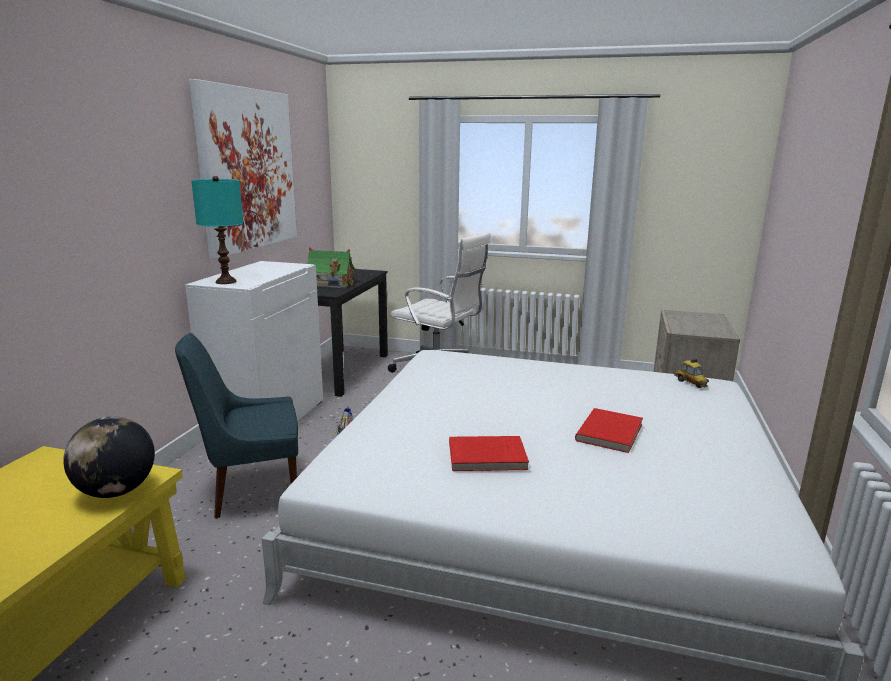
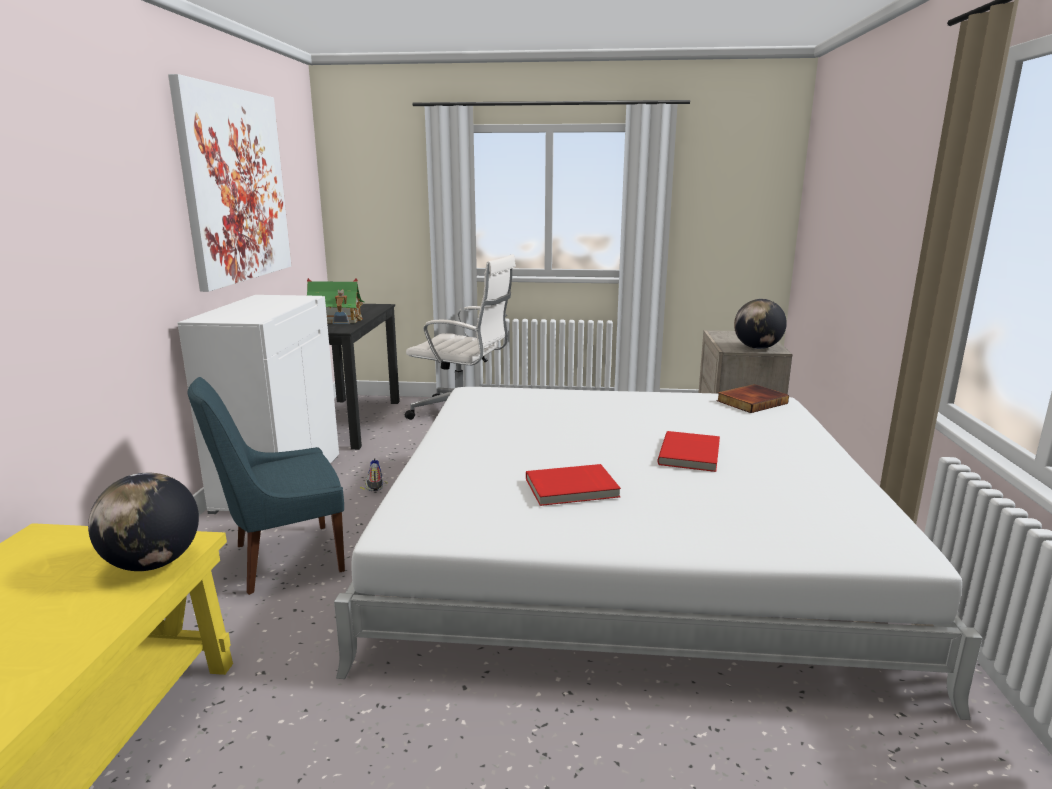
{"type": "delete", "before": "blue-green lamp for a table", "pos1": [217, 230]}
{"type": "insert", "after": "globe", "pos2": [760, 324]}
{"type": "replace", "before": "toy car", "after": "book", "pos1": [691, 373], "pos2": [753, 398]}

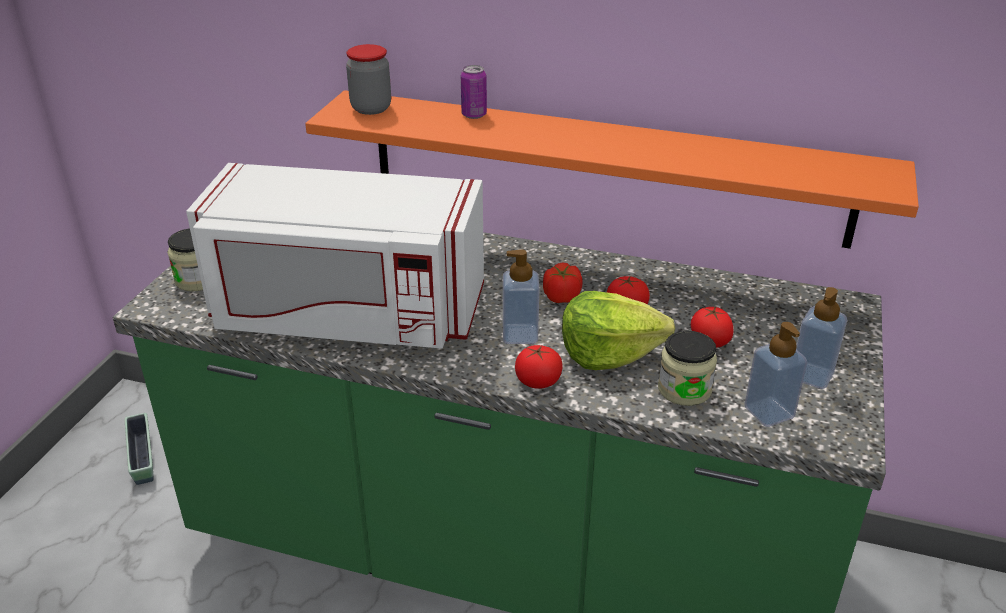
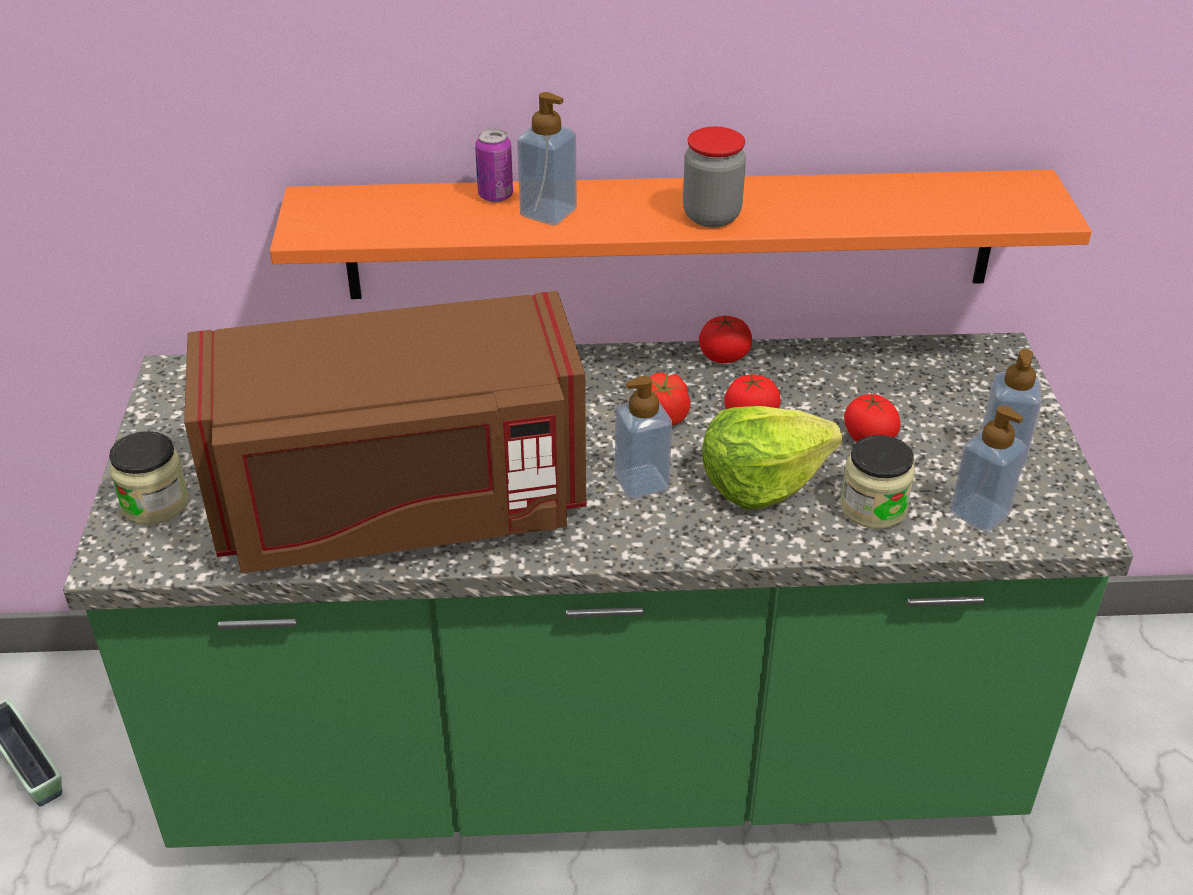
{"type": "insert", "after": "soap bottle", "pos2": [547, 158]}
{"type": "move", "before": "jar", "pos1": [368, 79], "pos2": [714, 176]}
{"type": "move", "before": "fresh tomato", "pos1": [539, 367], "pos2": [725, 339]}
{"type": "recolor", "before": "white microwave oven", "after": "brown microwave oven", "pos1": [335, 256], "pos2": [385, 432]}

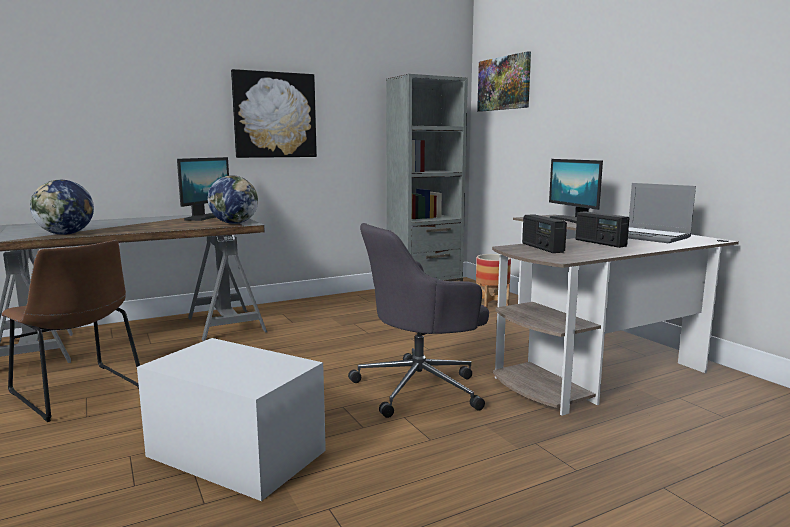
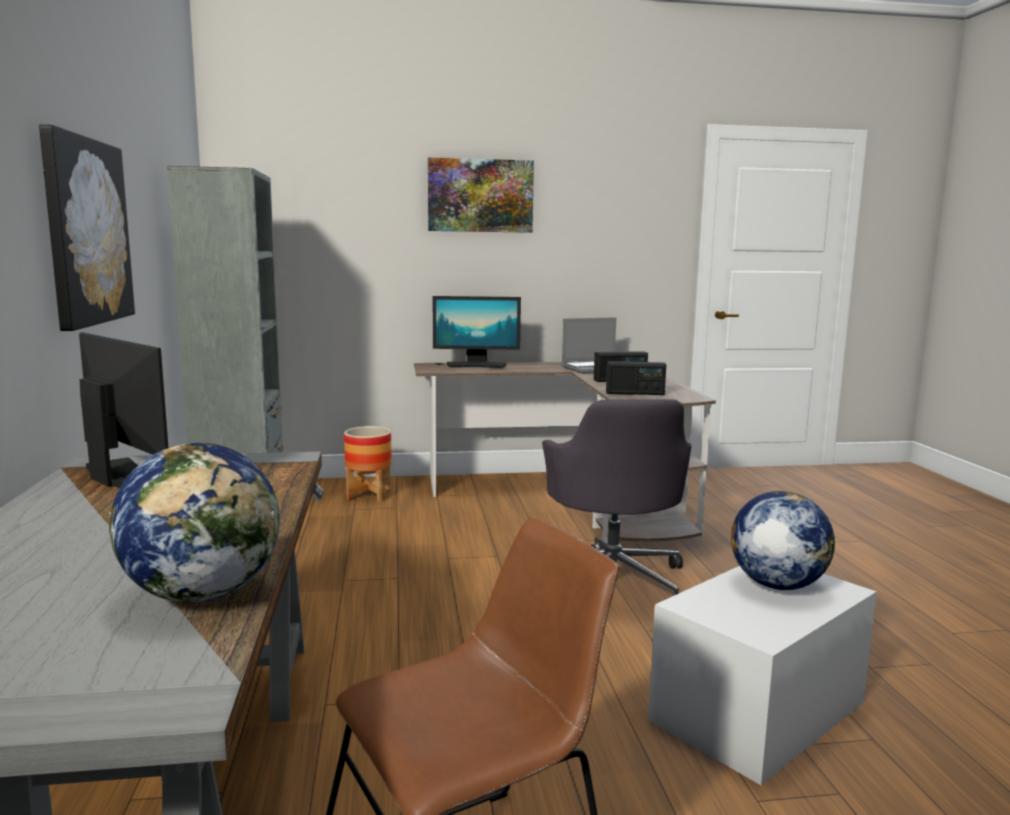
{"type": "move", "before": "globe", "pos1": [233, 199], "pos2": [783, 540]}
{"type": "move", "before": "wall art", "pos1": [504, 81], "pos2": [481, 195]}

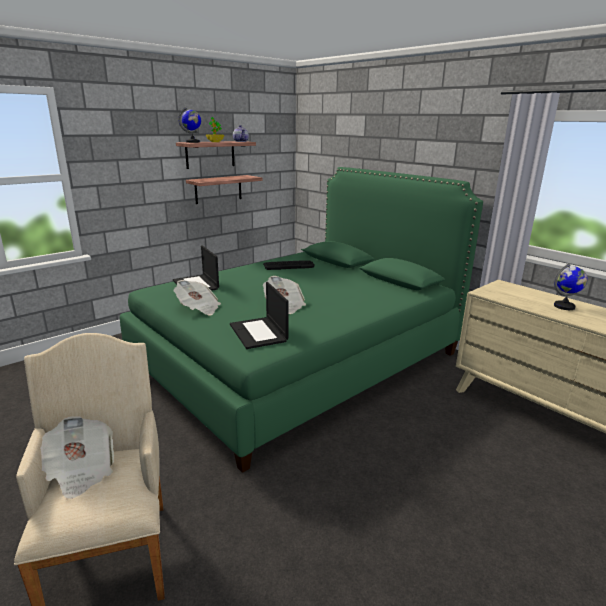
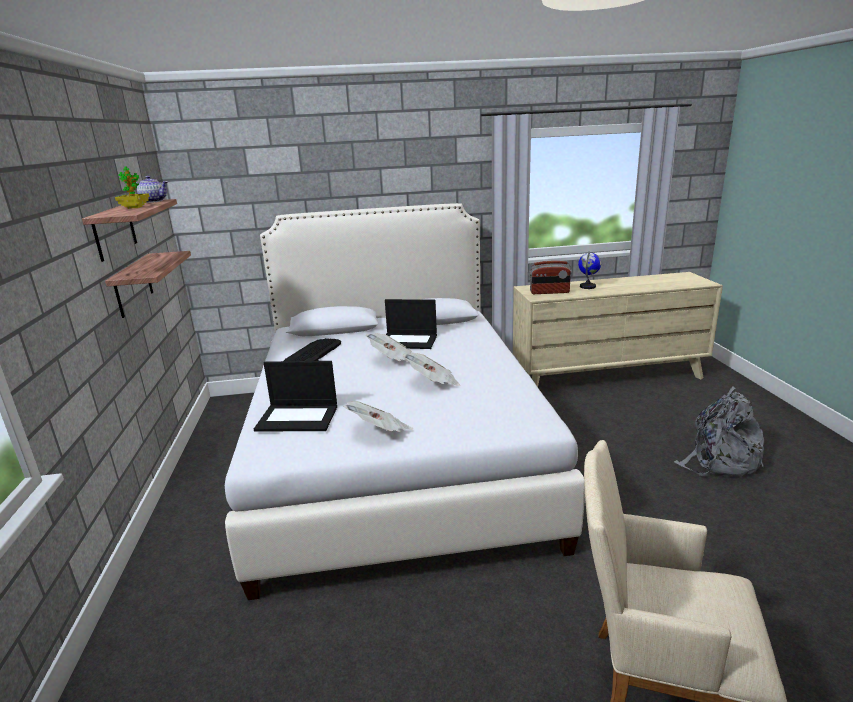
{"type": "delete", "before": "globe", "pos1": [189, 125]}
{"type": "insert", "after": "radio", "pos2": [550, 277]}
{"type": "insert", "after": "gray rucksack", "pos2": [719, 431]}
{"type": "move", "before": "newspaper", "pos1": [77, 457], "pos2": [389, 348]}
{"type": "move", "before": "portable computer", "pos1": [259, 315], "pos2": [411, 324]}
{"type": "recolor", "before": "green bed", "after": "white bed", "pos1": [301, 320], "pos2": [405, 401]}

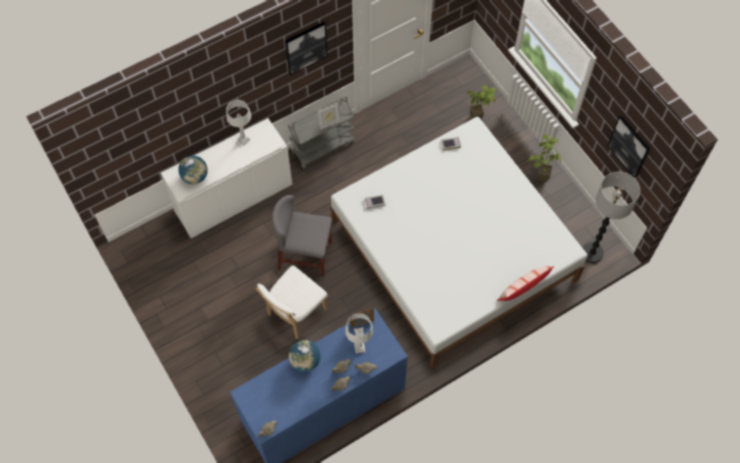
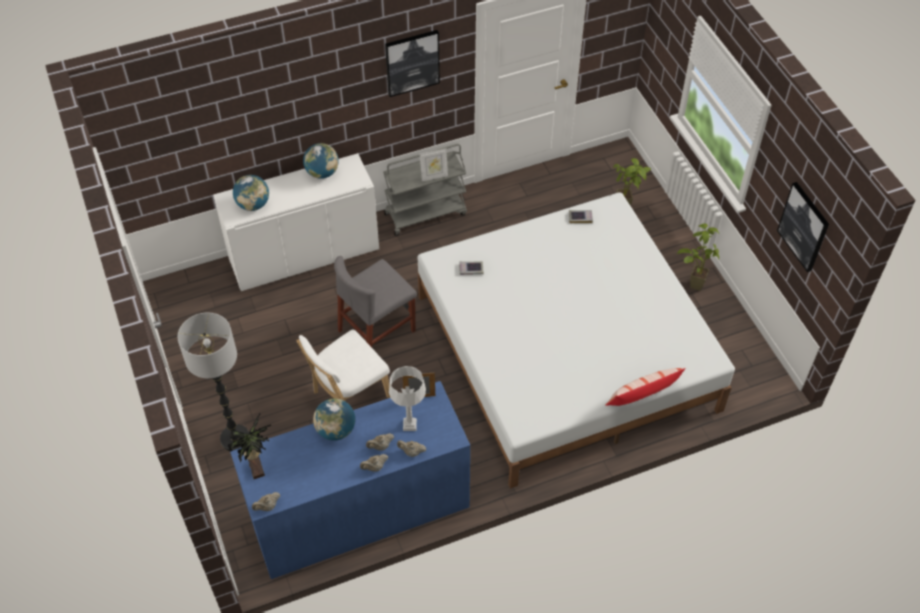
{"type": "insert", "after": "houseplant", "pos2": [250, 446]}
{"type": "move", "before": "standing lamp", "pos1": [611, 217], "pos2": [213, 382]}
{"type": "replace", "before": "gray lamp for a table", "after": "globe", "pos1": [238, 122], "pos2": [321, 161]}
{"type": "rotate", "before": "gray chair", "pos1": [302, 235], "pos2": [375, 301], "turn": -60}

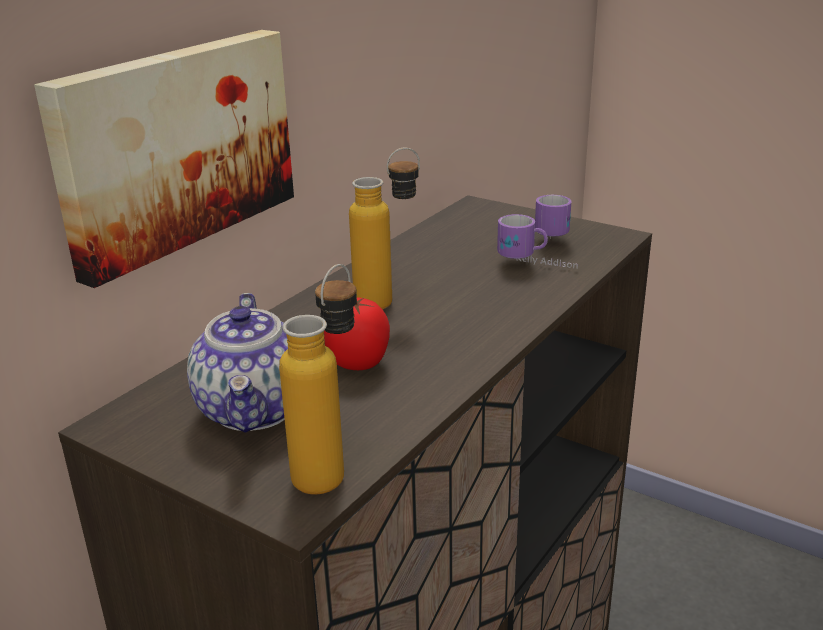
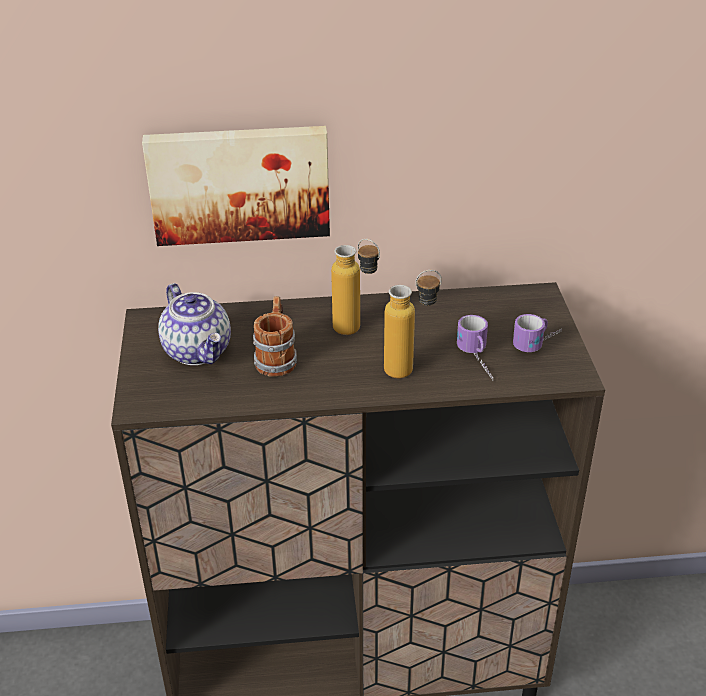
{"type": "move", "before": "drink bottle", "pos1": [318, 379], "pos2": [413, 324]}
{"type": "replace", "before": "fresh tomato", "after": "mug", "pos1": [357, 333], "pos2": [275, 336]}
{"type": "rotate", "before": "pot for tea", "pos1": [237, 363], "pos2": [194, 324], "turn": -75}

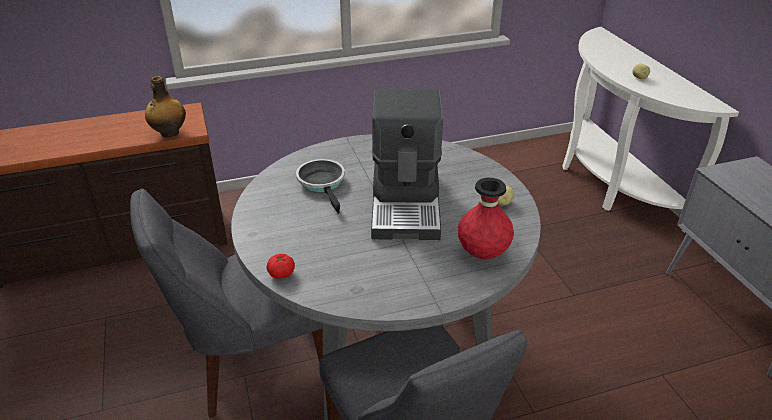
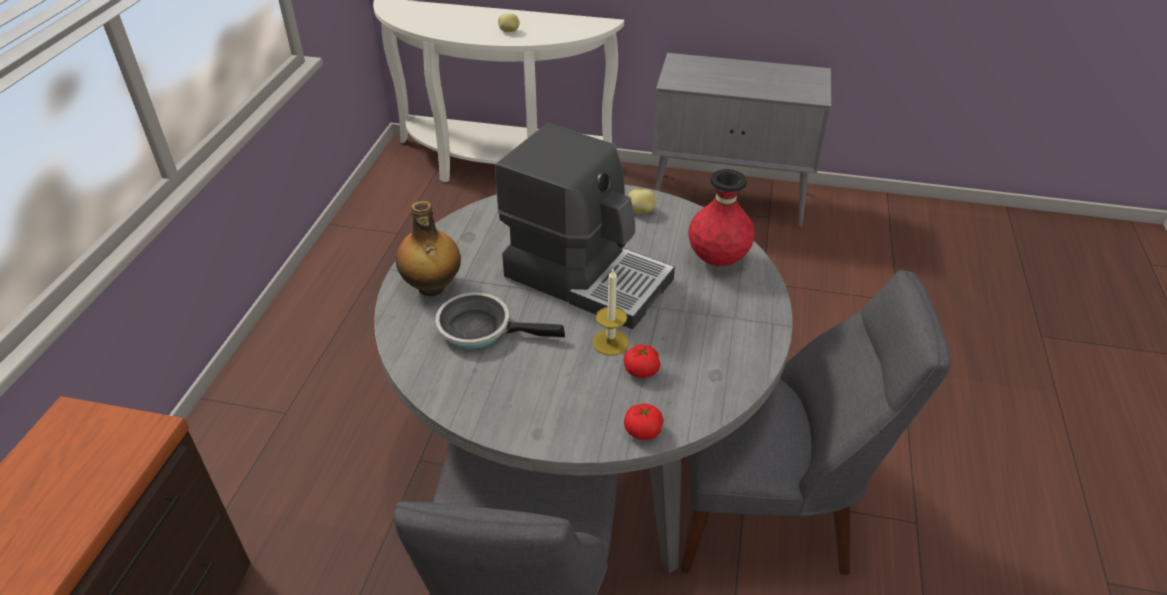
{"type": "insert", "after": "wax light", "pos2": [611, 312]}
{"type": "insert", "after": "fresh tomato", "pos2": [642, 361]}
{"type": "move", "before": "drink bottle", "pos1": [165, 106], "pos2": [428, 248]}

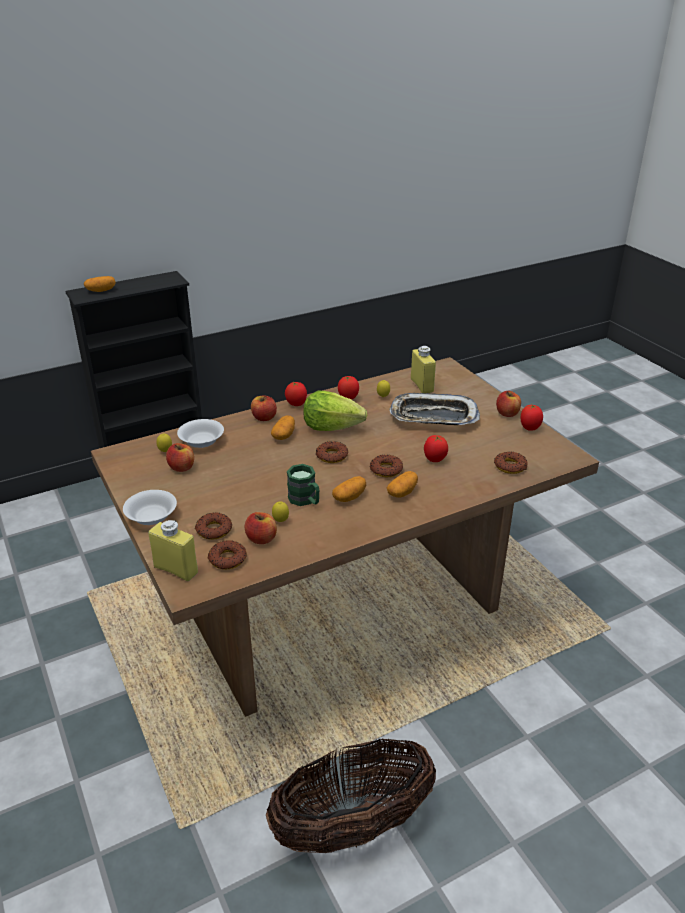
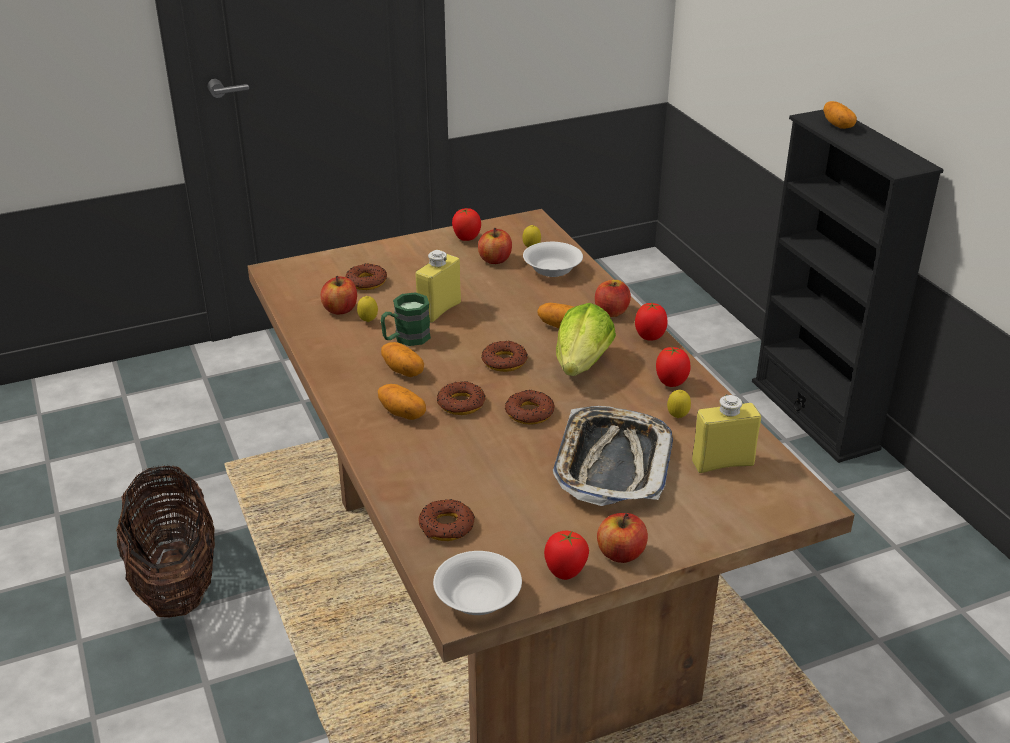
{"type": "move", "before": "white bowl", "pos1": [150, 507], "pos2": [477, 583]}
{"type": "move", "before": "yellow drink bottle", "pos1": [173, 550], "pos2": [438, 286]}
{"type": "move", "before": "donut", "pos1": [227, 554], "pos2": [530, 407]}
{"type": "move", "before": "fresh tomato", "pos1": [436, 448], "pos2": [466, 224]}

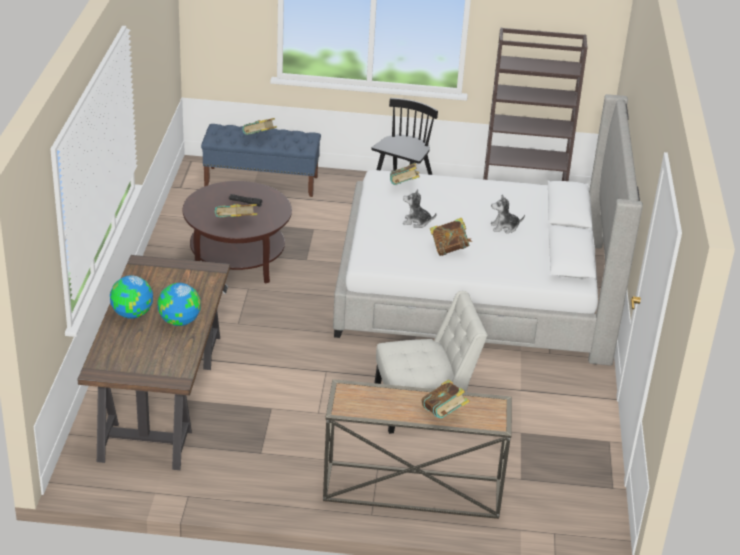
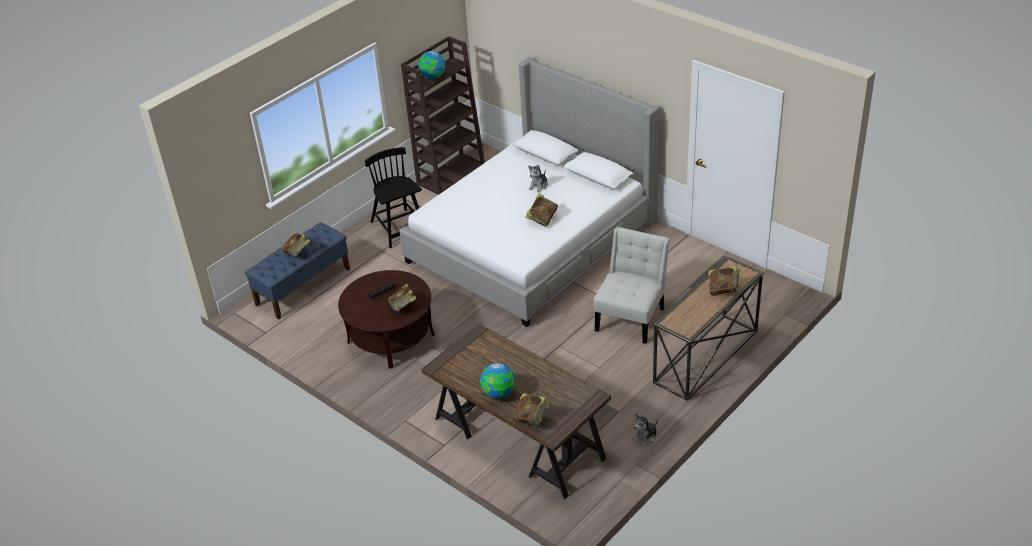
{"type": "move", "before": "globe", "pos1": [179, 304], "pos2": [432, 65]}
{"type": "move", "before": "book", "pos1": [404, 174], "pos2": [532, 409]}
{"type": "move", "before": "plush toy", "pos1": [420, 208], "pos2": [645, 430]}

